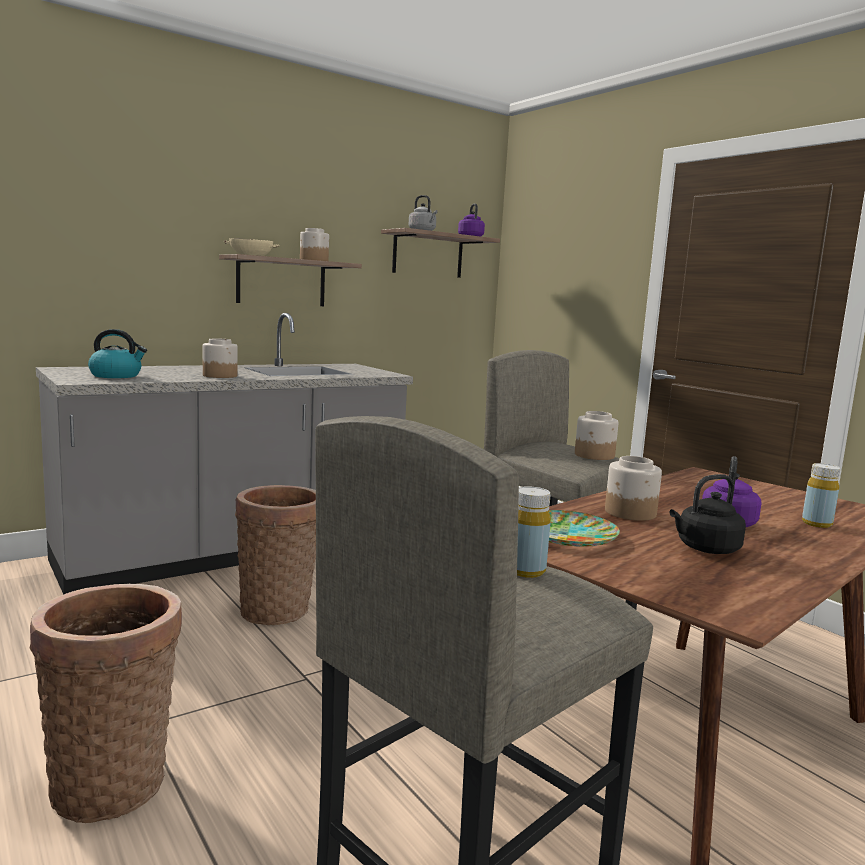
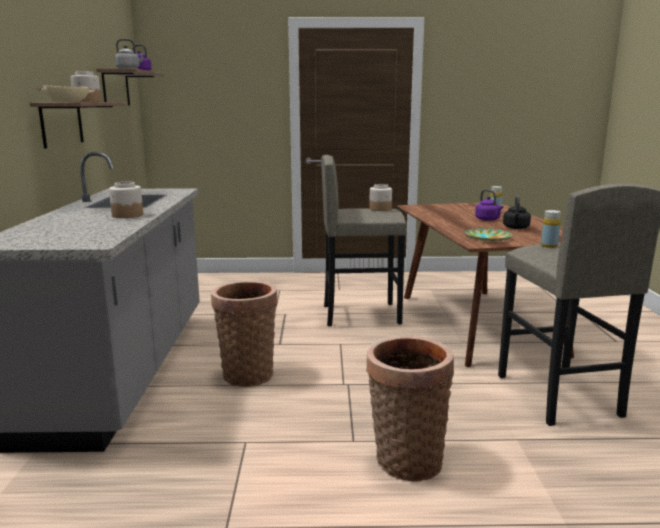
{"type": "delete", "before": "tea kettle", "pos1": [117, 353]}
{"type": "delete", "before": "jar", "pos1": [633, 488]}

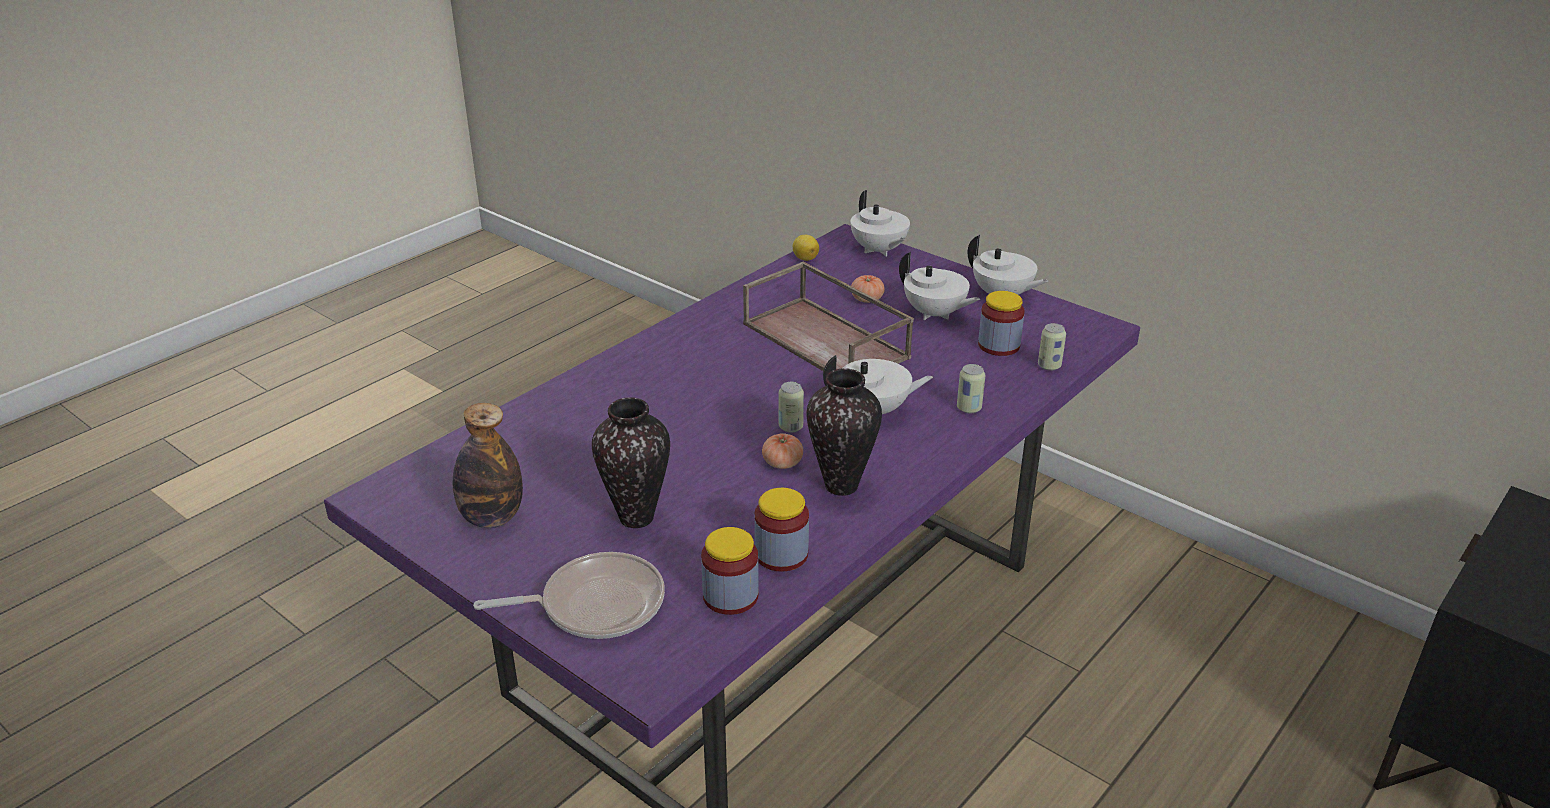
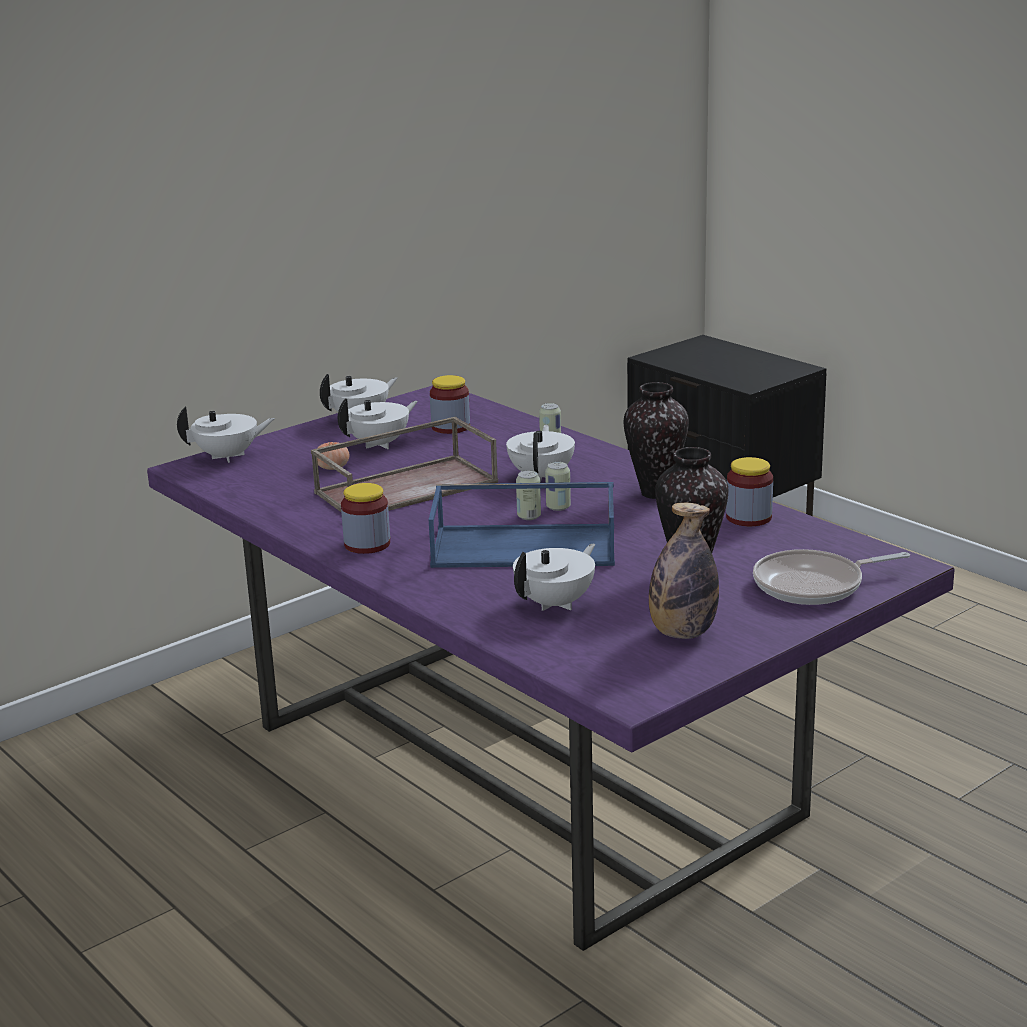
{"type": "delete", "before": "fresh tomato", "pos1": [782, 451]}
{"type": "delete", "before": "citrus fruit", "pos1": [806, 248]}
{"type": "insert", "after": "blue carrying tray", "pos2": [522, 525]}
{"type": "insert", "after": "white pot for tea", "pos2": [554, 577]}
{"type": "move", "before": "jar", "pos1": [730, 571], "pos2": [365, 518]}
{"type": "move", "before": "sealed can", "pos1": [1052, 347], "pos2": [528, 495]}
{"type": "rotate", "before": "pan", "pos1": [569, 595], "pos2": [831, 577], "turn": -105}

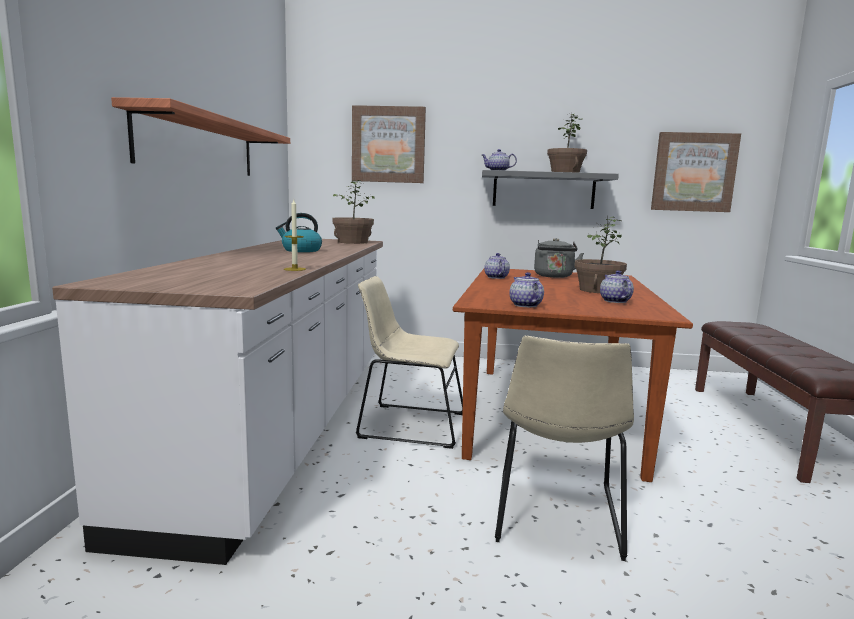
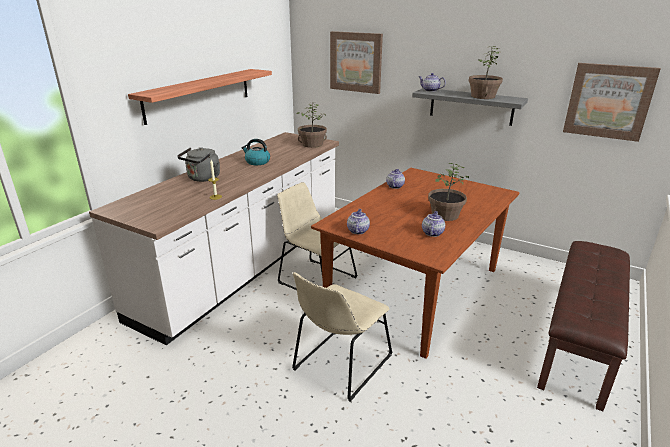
{"type": "move", "before": "gray tea kettle", "pos1": [559, 258], "pos2": [198, 164]}

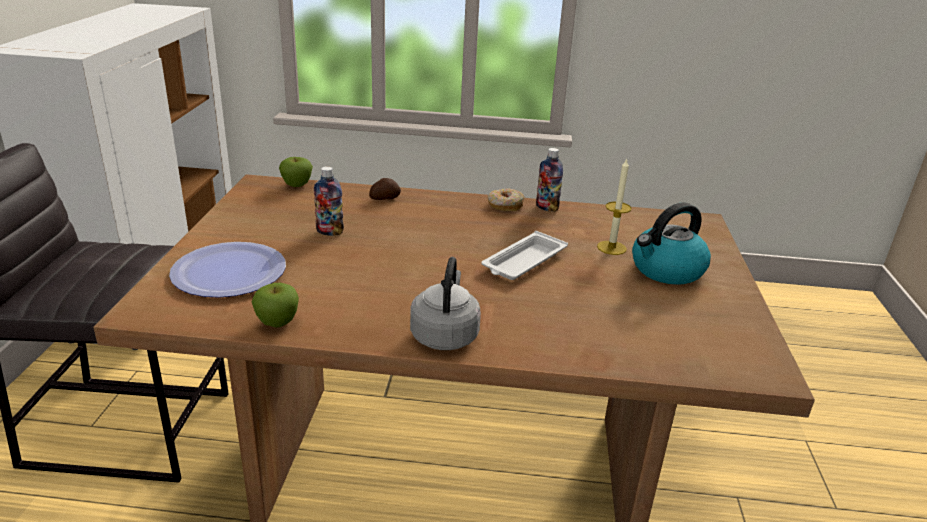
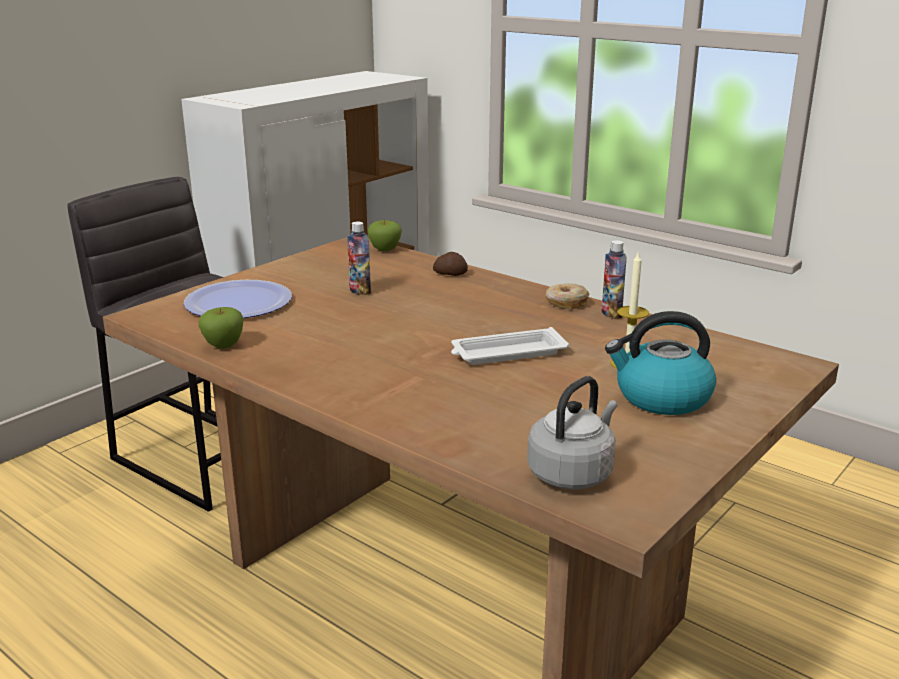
{"type": "move", "before": "gray tea kettle", "pos1": [445, 303], "pos2": [572, 433]}

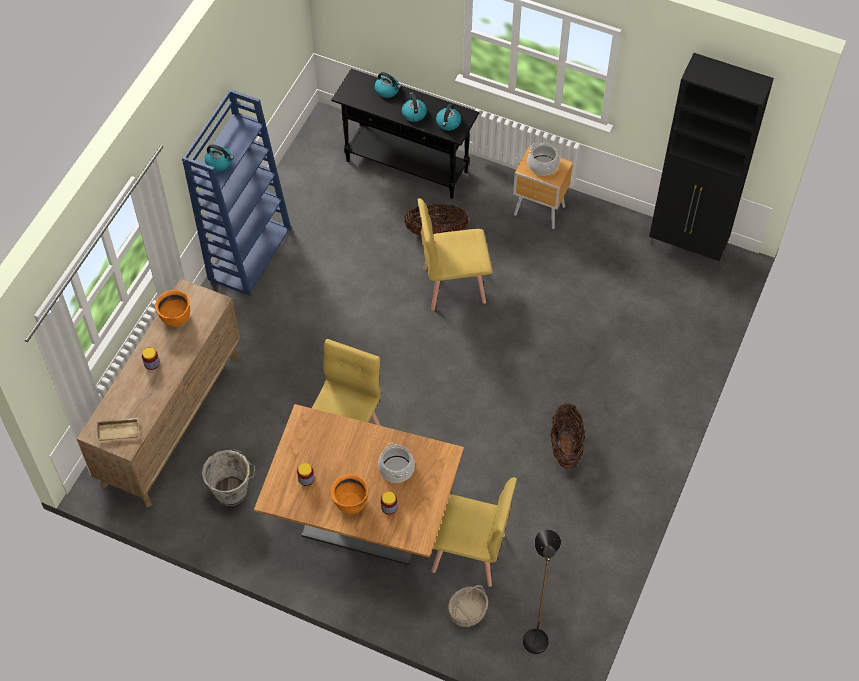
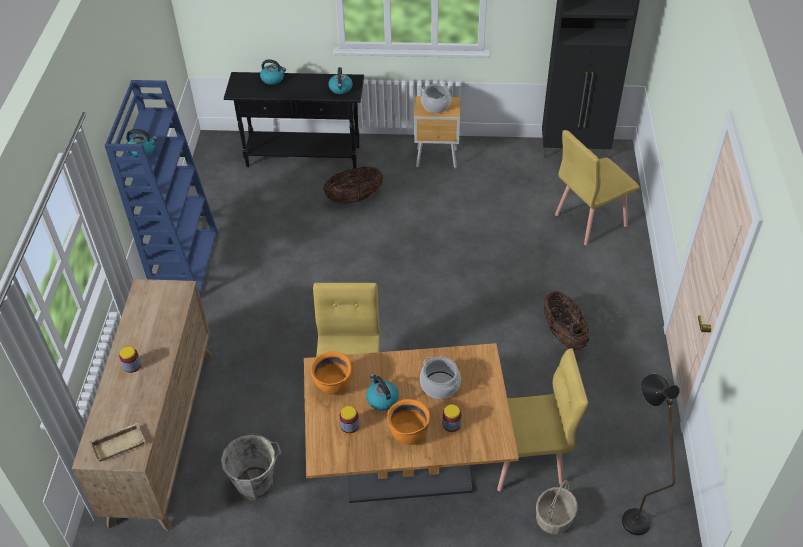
{"type": "move", "before": "orange stockpot", "pos1": [172, 308], "pos2": [331, 373]}
{"type": "move", "before": "tea kettle", "pos1": [414, 107], "pos2": [382, 392]}
{"type": "move", "before": "yellow chair", "pos1": [455, 254], "pos2": [597, 187]}

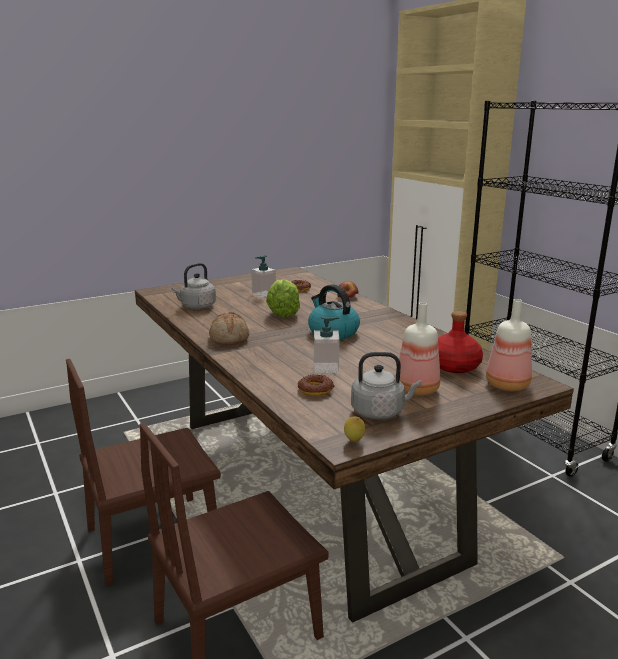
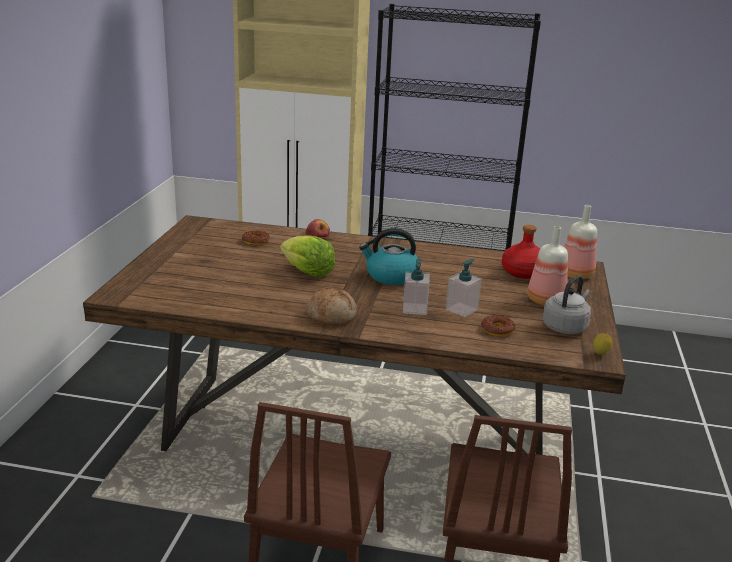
{"type": "delete", "before": "gray tea kettle", "pos1": [193, 286]}
{"type": "move", "before": "soap bottle", "pos1": [263, 276], "pos2": [416, 287]}

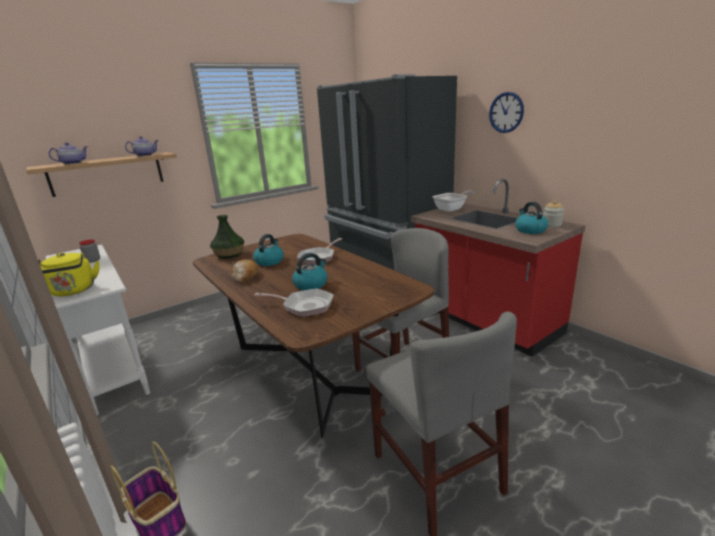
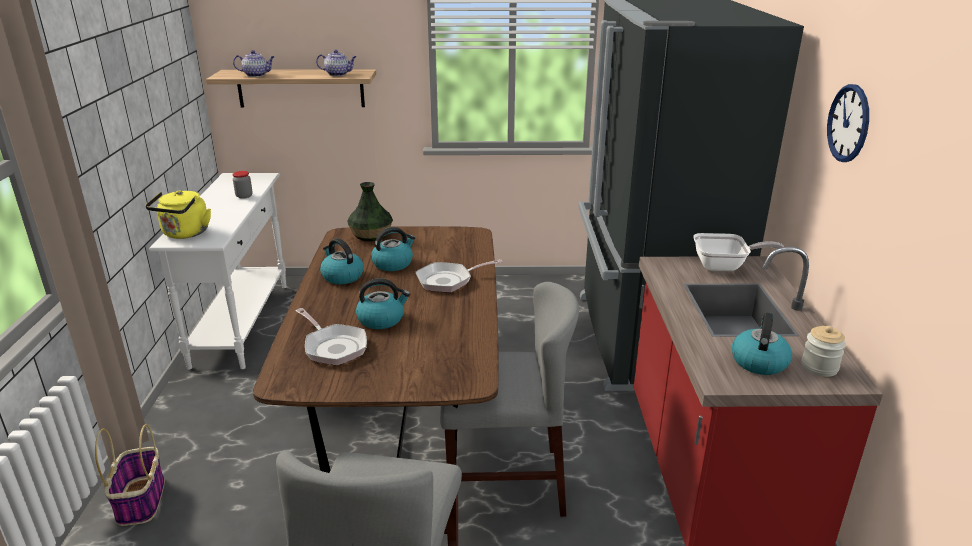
{"type": "replace", "before": "baked bread", "after": "tea kettle", "pos1": [245, 271], "pos2": [342, 261]}

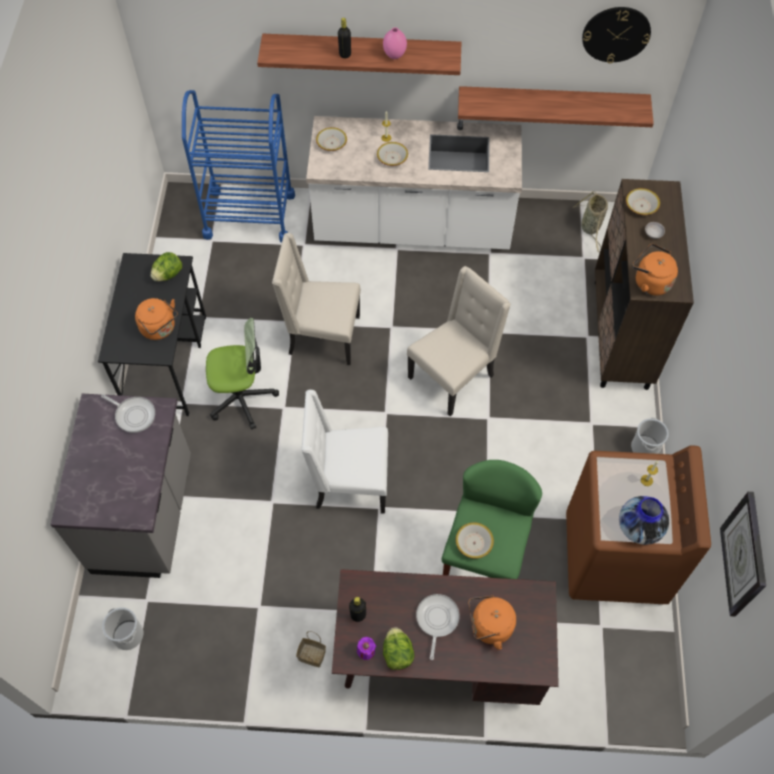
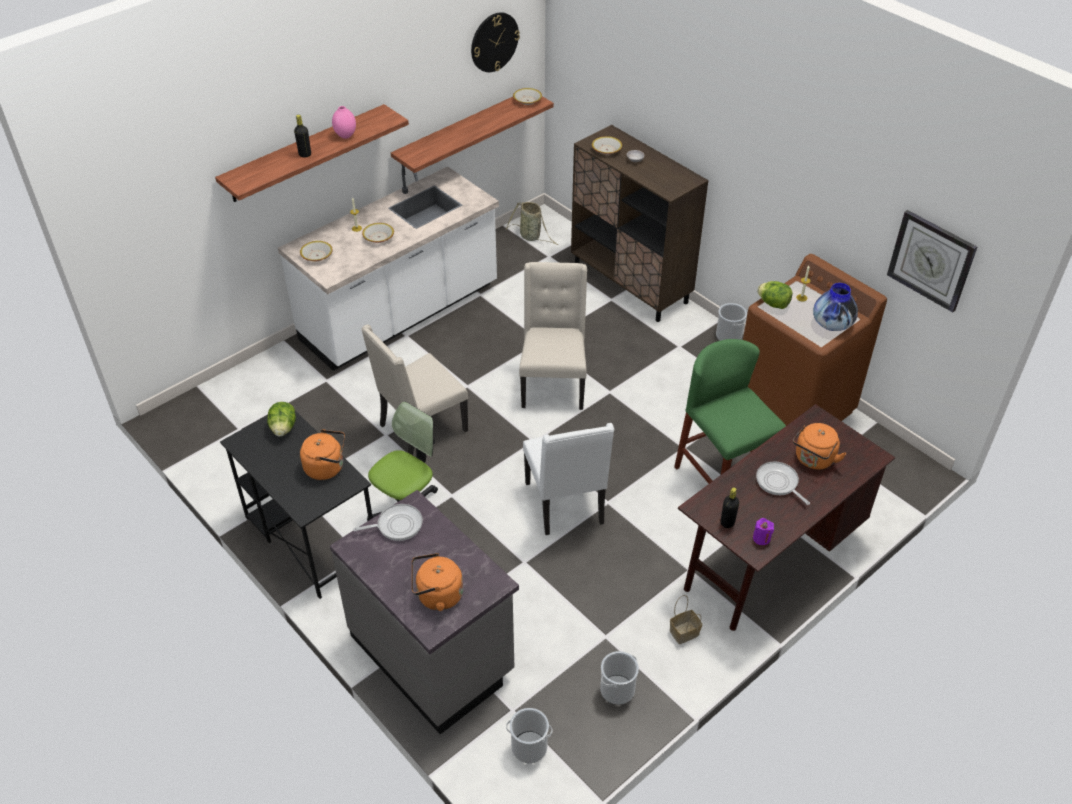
{"type": "delete", "before": "blue cart", "pos1": [238, 166]}
{"type": "insert", "after": "pail", "pos2": [619, 678]}
{"type": "move", "before": "head of lettuce", "pos1": [399, 648], "pos2": [775, 295]}
{"type": "move", "before": "bowl", "pos1": [475, 540], "pos2": [527, 96]}
{"type": "move", "before": "orange tea kettle", "pos1": [655, 270], "pos2": [437, 582]}
{"type": "rotate", "before": "white chair", "pos1": [344, 452], "pos2": [568, 479], "turn": -60}

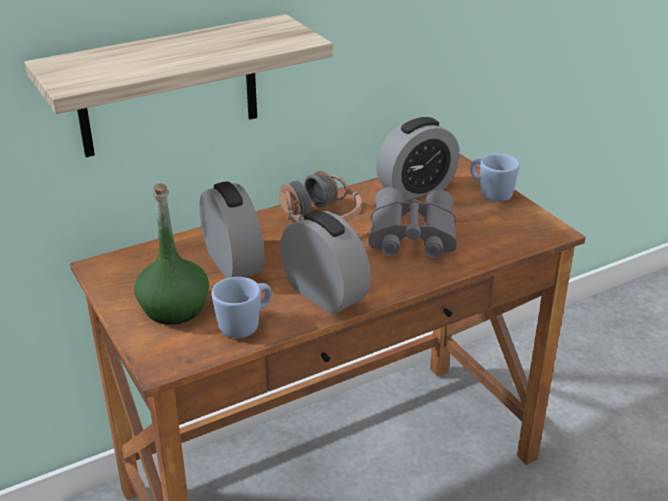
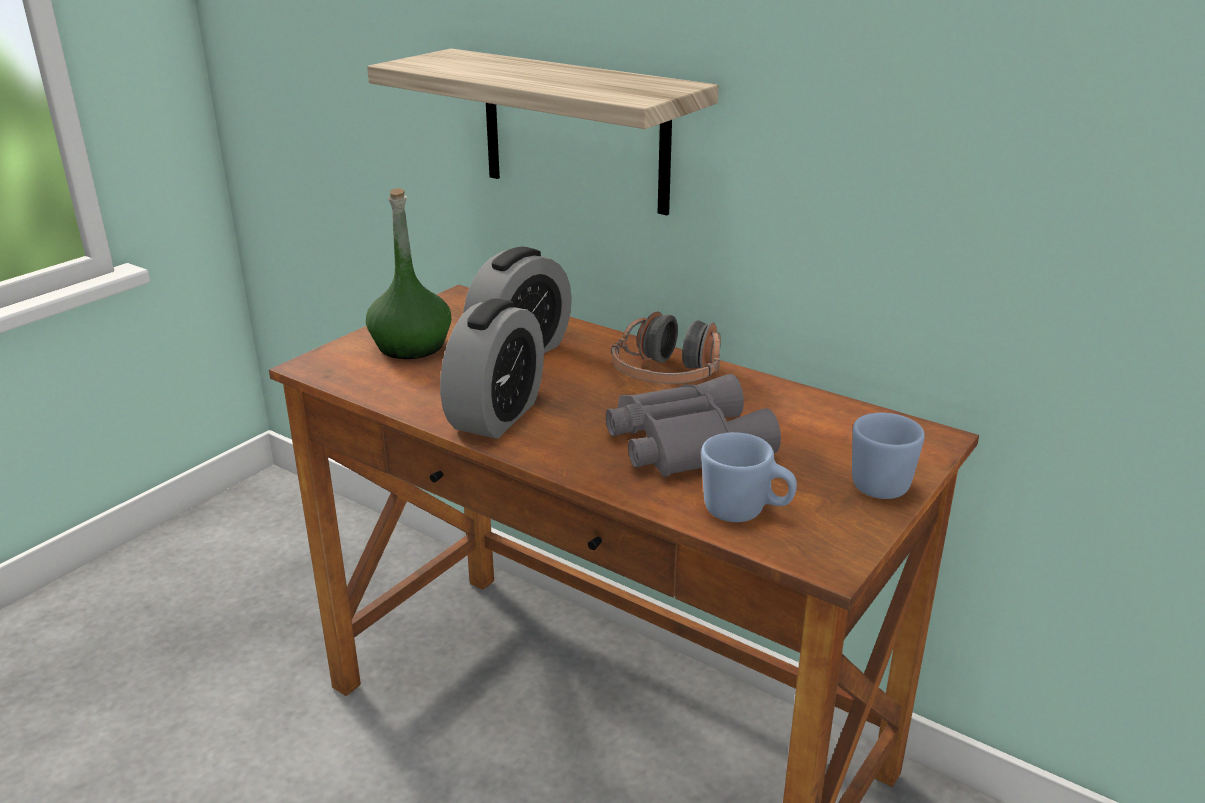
{"type": "delete", "before": "table clock", "pos1": [418, 159]}
{"type": "move", "before": "blue mug", "pos1": [241, 307], "pos2": [749, 477]}

